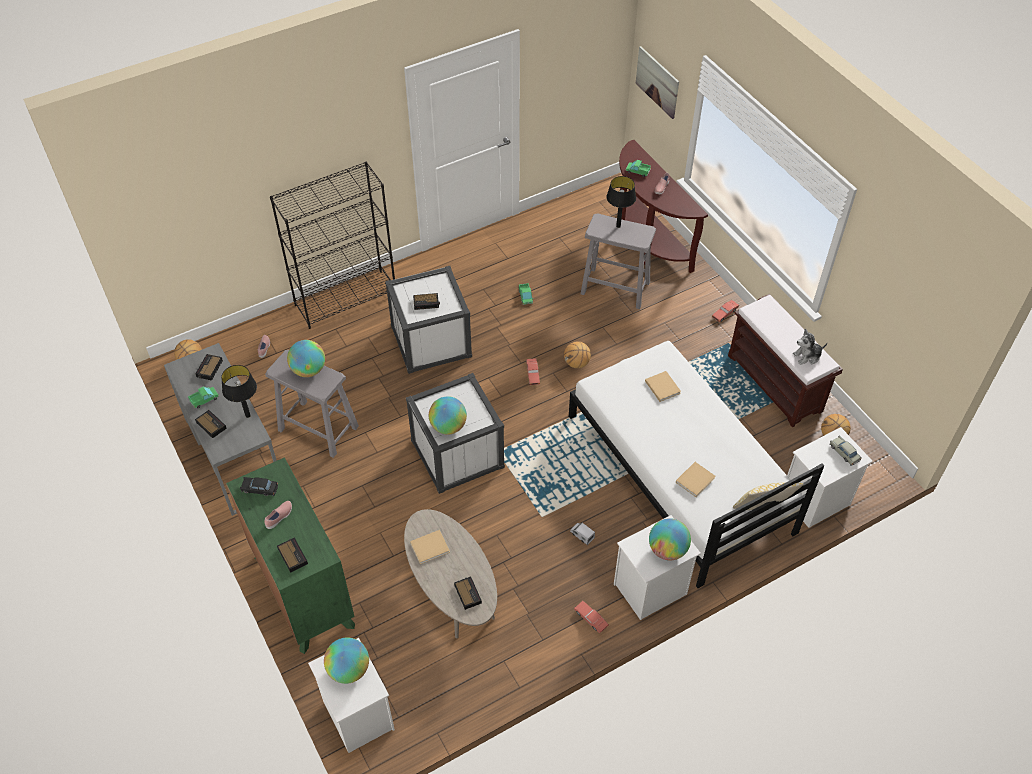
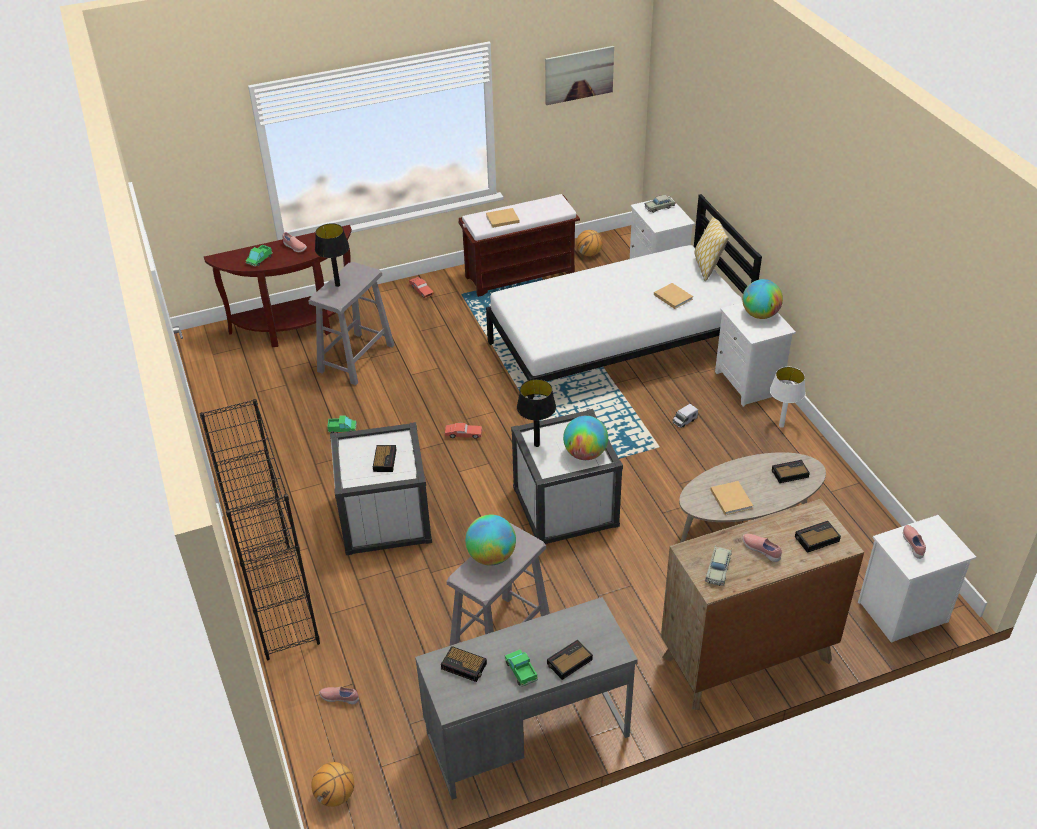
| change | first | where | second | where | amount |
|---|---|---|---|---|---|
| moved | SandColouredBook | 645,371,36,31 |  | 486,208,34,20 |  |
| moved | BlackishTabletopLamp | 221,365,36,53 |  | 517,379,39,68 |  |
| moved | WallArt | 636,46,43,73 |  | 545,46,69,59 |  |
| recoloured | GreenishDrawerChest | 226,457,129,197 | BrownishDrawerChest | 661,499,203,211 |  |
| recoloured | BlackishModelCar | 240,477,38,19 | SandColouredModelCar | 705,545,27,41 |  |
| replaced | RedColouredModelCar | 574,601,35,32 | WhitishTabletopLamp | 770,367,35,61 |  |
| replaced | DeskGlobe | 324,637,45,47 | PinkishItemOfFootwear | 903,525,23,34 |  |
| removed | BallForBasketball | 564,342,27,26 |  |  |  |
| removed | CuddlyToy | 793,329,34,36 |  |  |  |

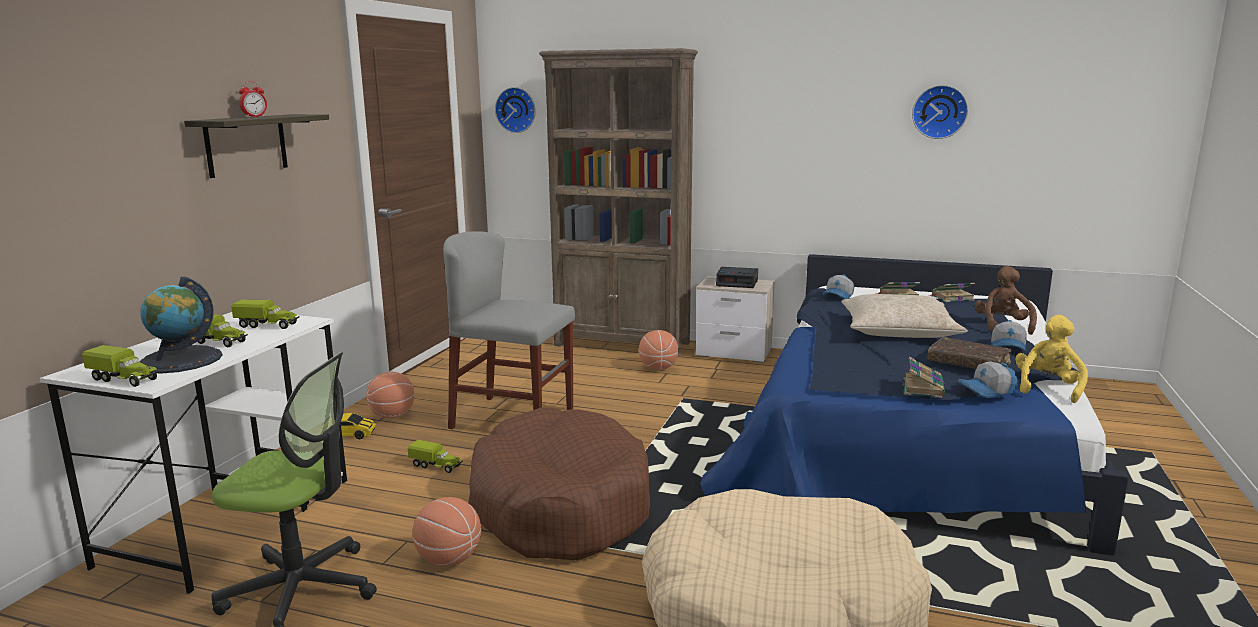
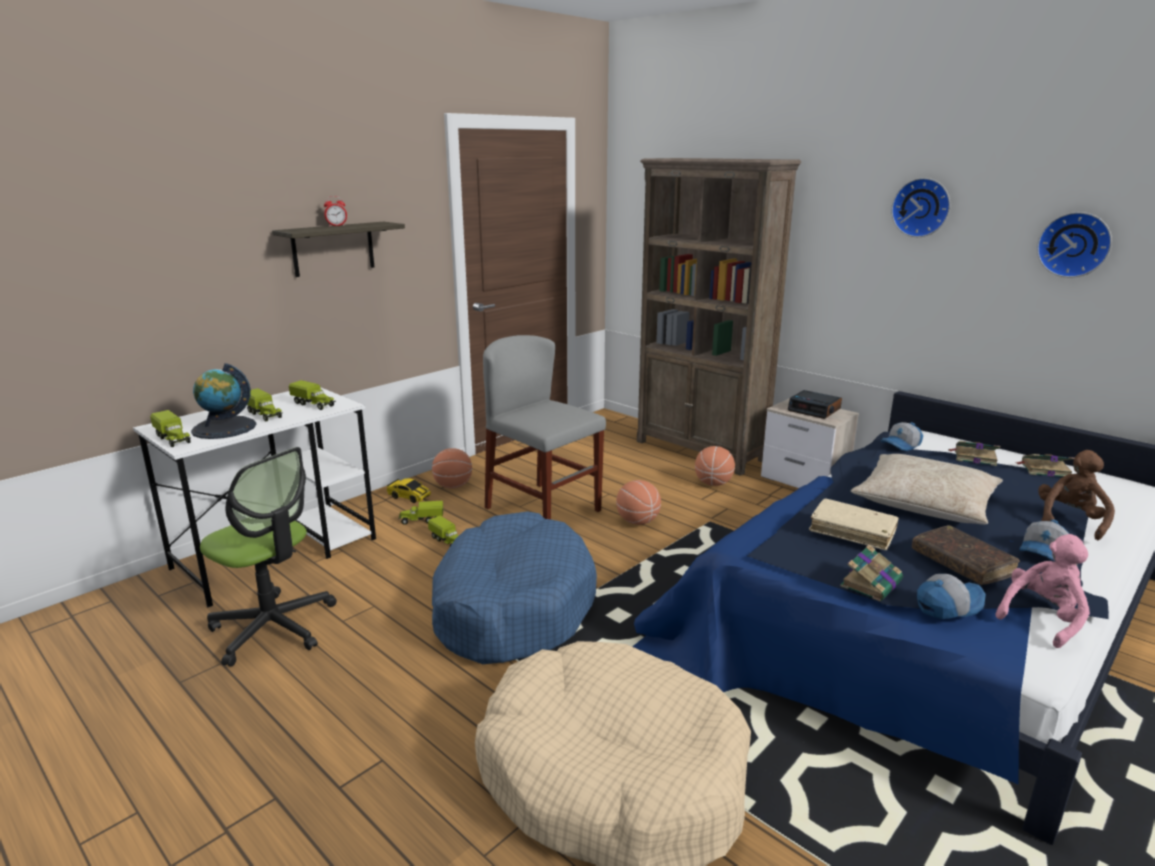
| change | first | where | second | where | amount |
|---|---|---|---|---|---|
| added |  |  | ModelTruck | 398,501,45,24 |  |
| recoloured | BrownishPetBed | 468,407,182,153 | BluishPetBed | 432,511,165,153 |  |
| moved | BallForBasketball | 412,497,69,69 |  | 616,480,45,45 |  |
| added |  |  | SandColouredBook | 809,499,90,51 |  |
| moved | HangingClock | 495,87,40,46 |  | 891,178,59,59 |  |
| turned | BaseballCap | 958,362,60,36 |  | 917,574,69,45 | 150 degrees clockwise |
| recoloured | YellowColouredCuddlyToy | 1015,315,73,88 | PinkishCuddlyToy | 995,534,95,114 |  |

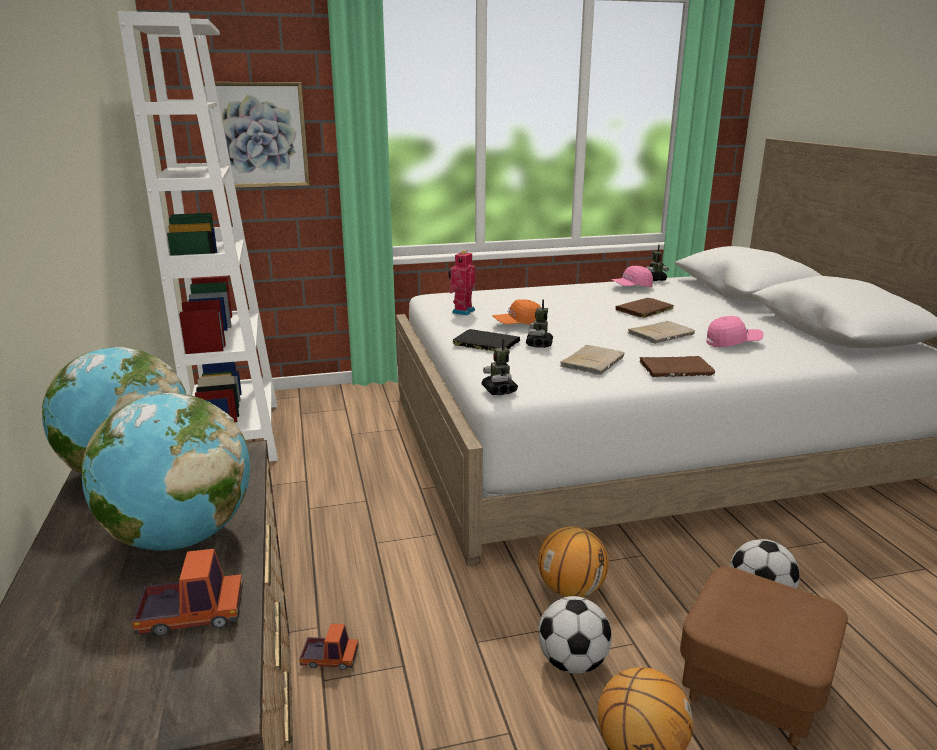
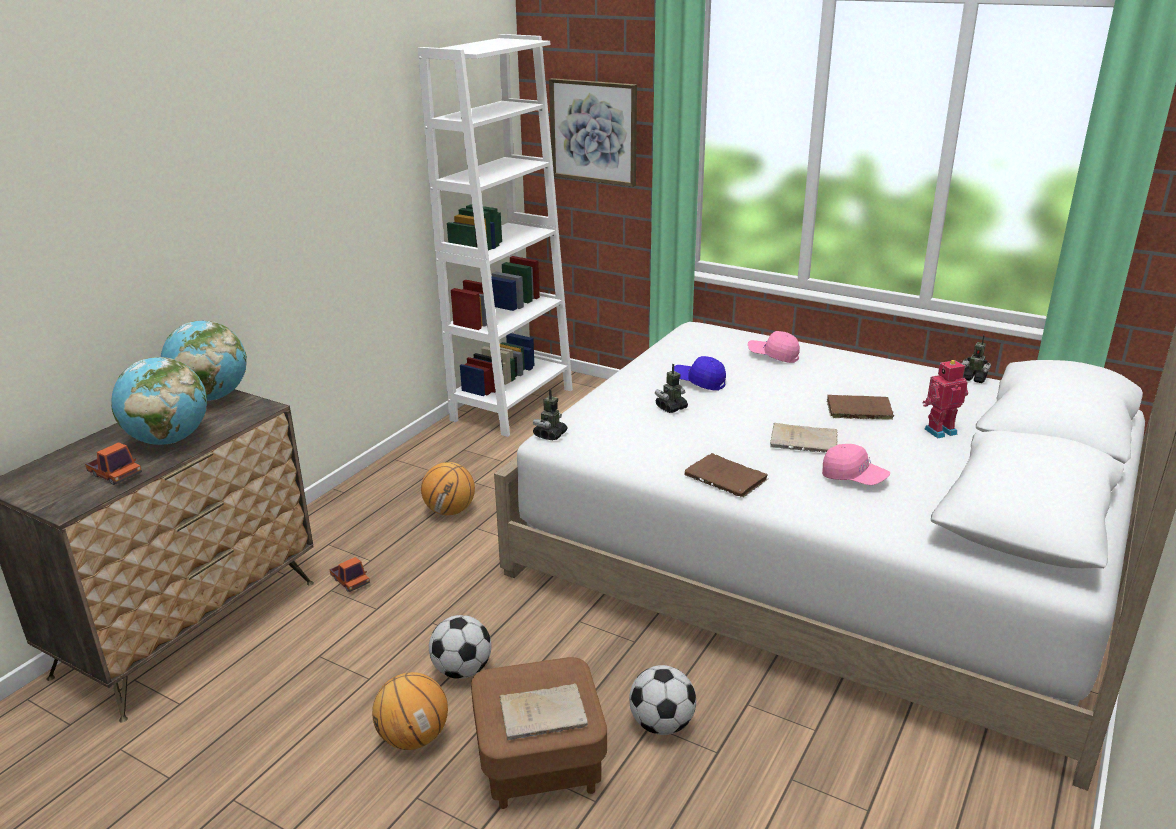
| change | first | where | second | where | amount |
|---|---|---|---|---|---|
| moved | BallForBasketball | 538,526,71,71 |  | 421,462,54,53 |  |
| moved | SandColouredBook | 560,345,65,30 |  | 499,683,89,57 |  |
| recoloured | OrangeColouredBaseballCap | 493,299,48,26 | BluishBaseballCap | 674,356,52,34 |  |
| moved | PinkishBaseballCap | 611,266,42,21 |  | 748,331,52,32 |  |
| moved | ModelRobot | 448,250,27,65 |  | 923,360,45,78 |  |
| removed | BlackishBook | 453,329,67,22 |  |  |  |

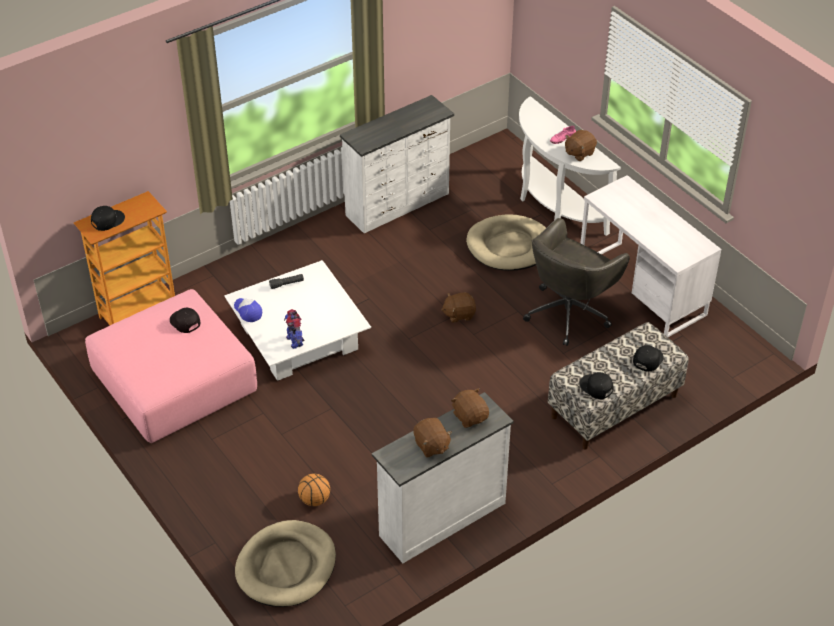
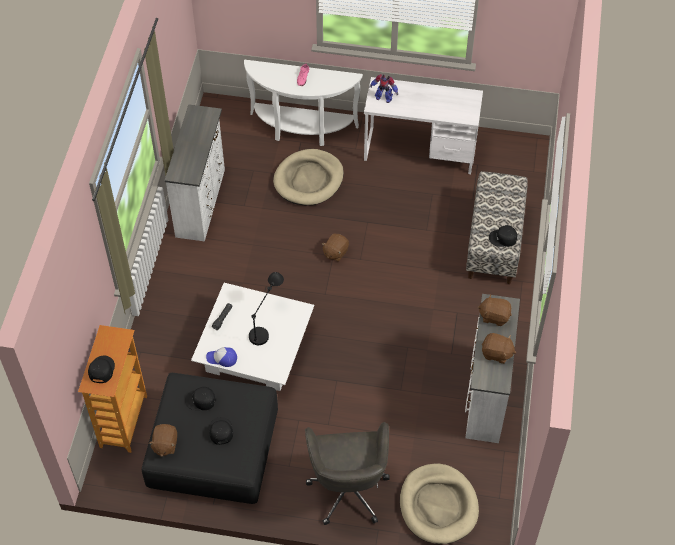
| change | first | where | second | where | amount |
|---|---|---|---|---|---|
| recoloured | PinkishPouffe | 85,289,172,154 | BlackishPouffe | 142,373,136,131 |  |
| moved | BrownishCuddlyToy | 565,130,32,31 |  | 149,424,28,33 |  |
| moved | BlackishBaseballCap | 633,345,31,27 |  | 209,417,24,28 |  |
| added |  |  | BlackishTabletopLamp | 249,272,35,73 |  |
| moved | GreyishComputerChair | 523,218,107,128 |  | 305,422,85,103 |  |
| moved | ModelRobot | 284,309,20,40 |  | 369,74,29,29 |  |
| removed | BallForBasketball | 298,474,32,32 |  |  |  |

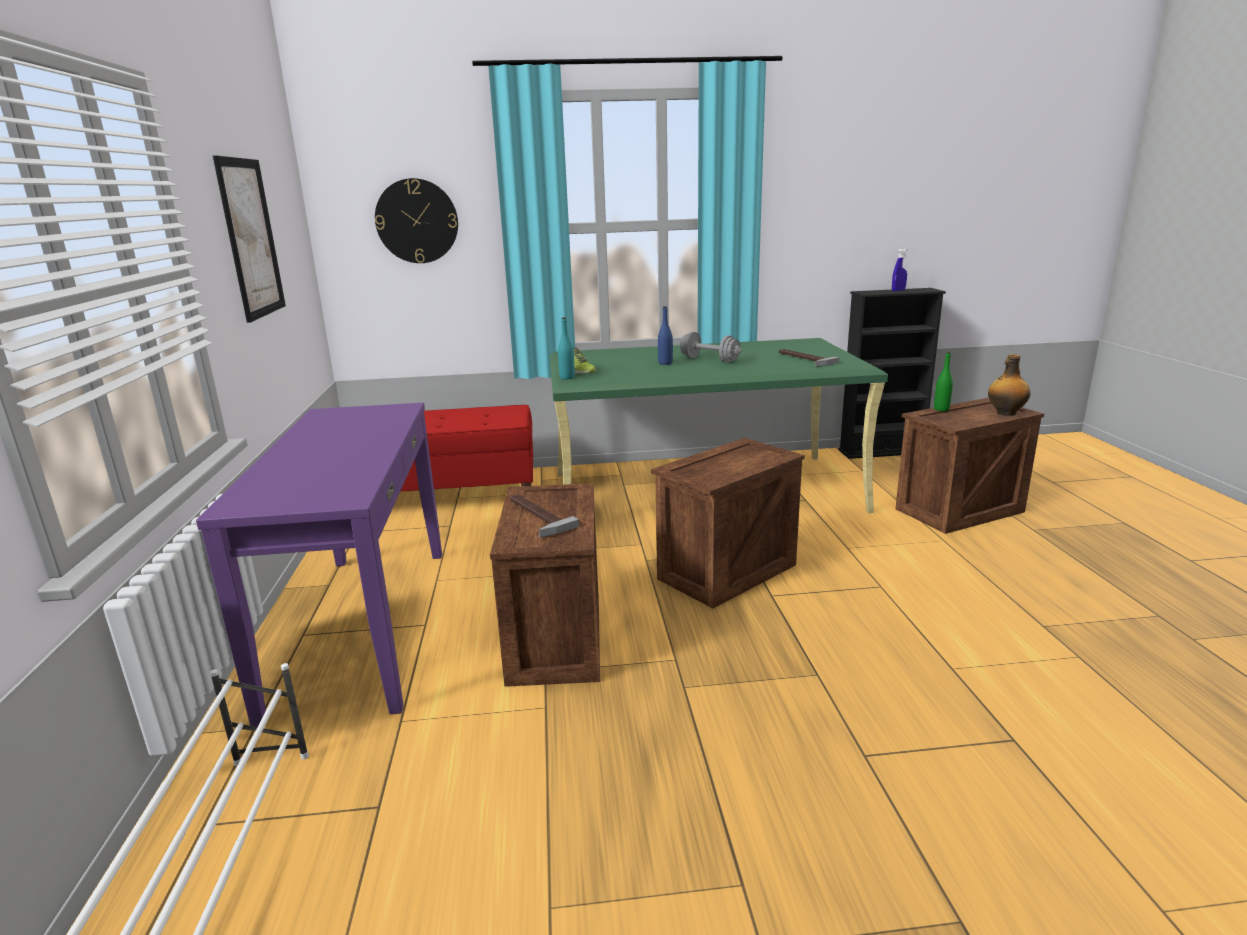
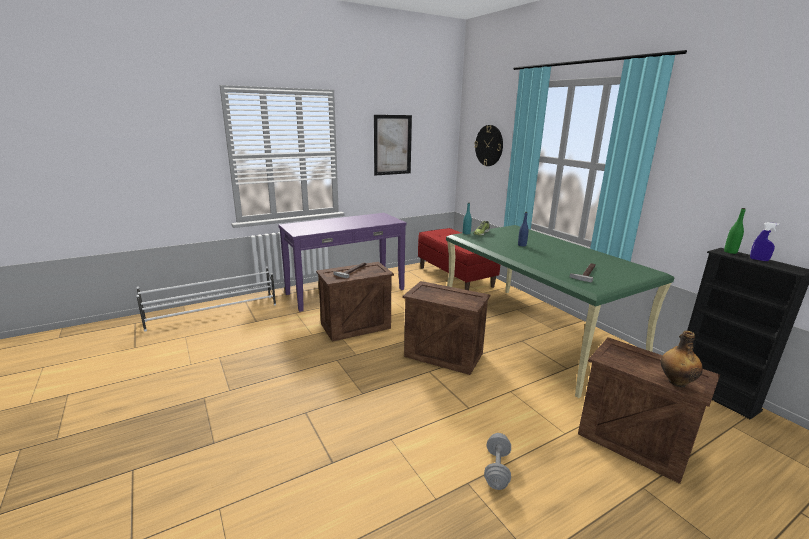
| change | first | where | second | where | amount |
|---|---|---|---|---|---|
| moved | GreyishFreeWeight | 680,332,62,31 |  | 484,433,27,57 |  |
| moved | GreenishBottle | 934,352,19,59 |  | 724,208,22,46 |  |

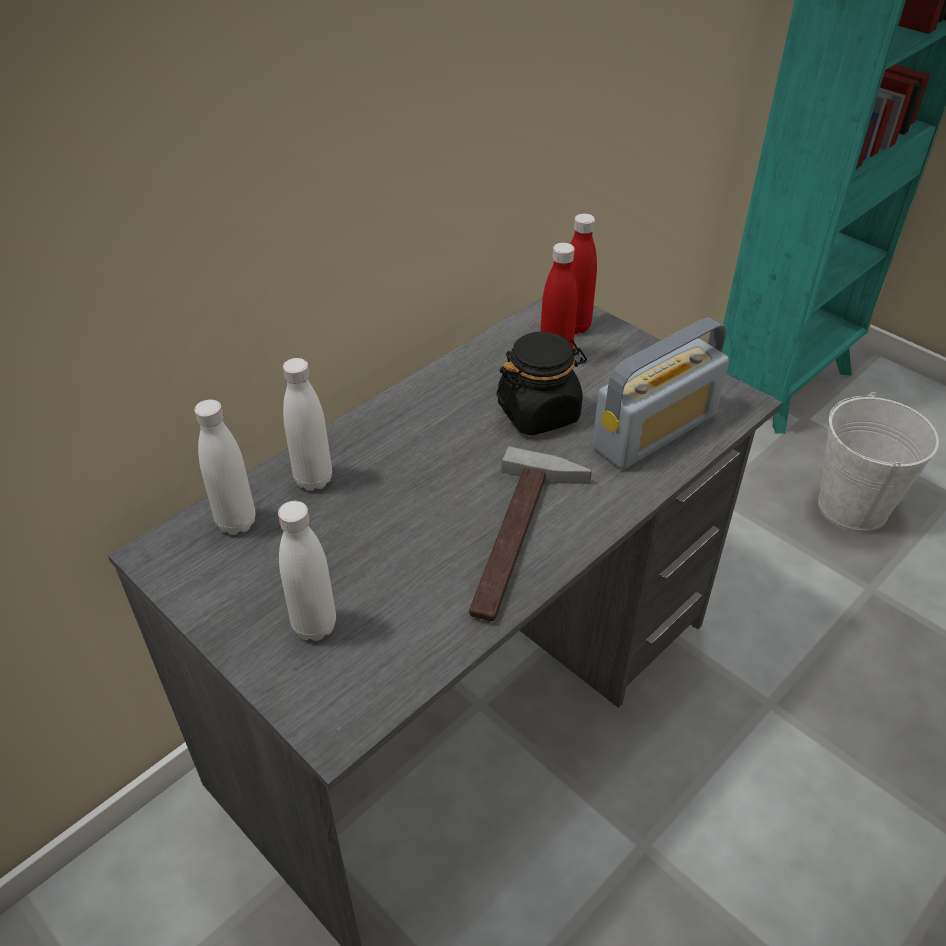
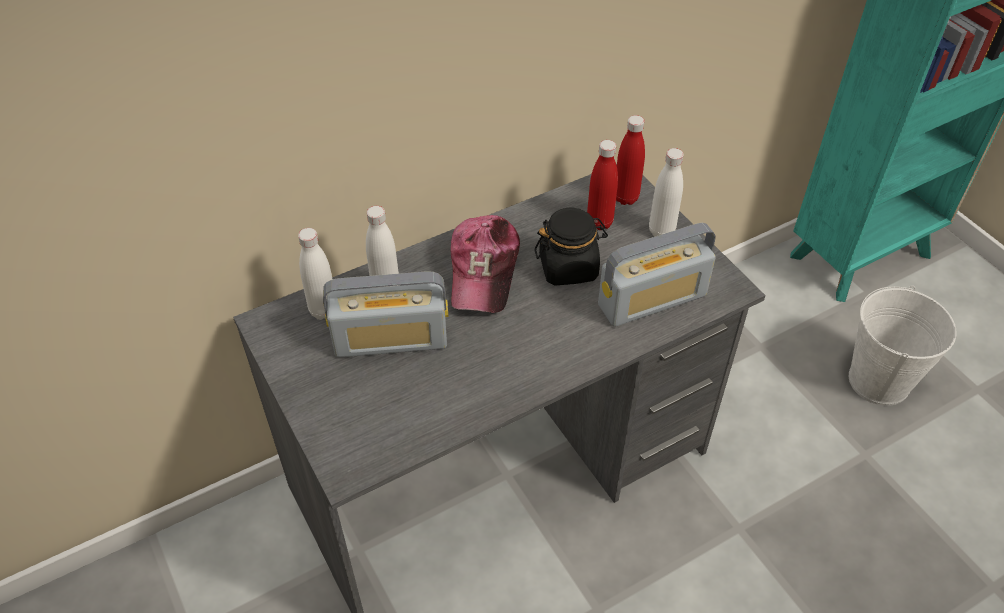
| change | first | where | second | where | amount |
|---|---|---|---|---|---|
| added |  |  | RadioReceiver | 323,272,126,86 |  |
| added |  |  | BaseballCap | 451,215,69,98 |  |
| moved | WhitishBottle | 278,501,58,140 |  | 649,148,35,89 |  |
| removed | HandHammer | 469,446,123,175 |  |  |  |

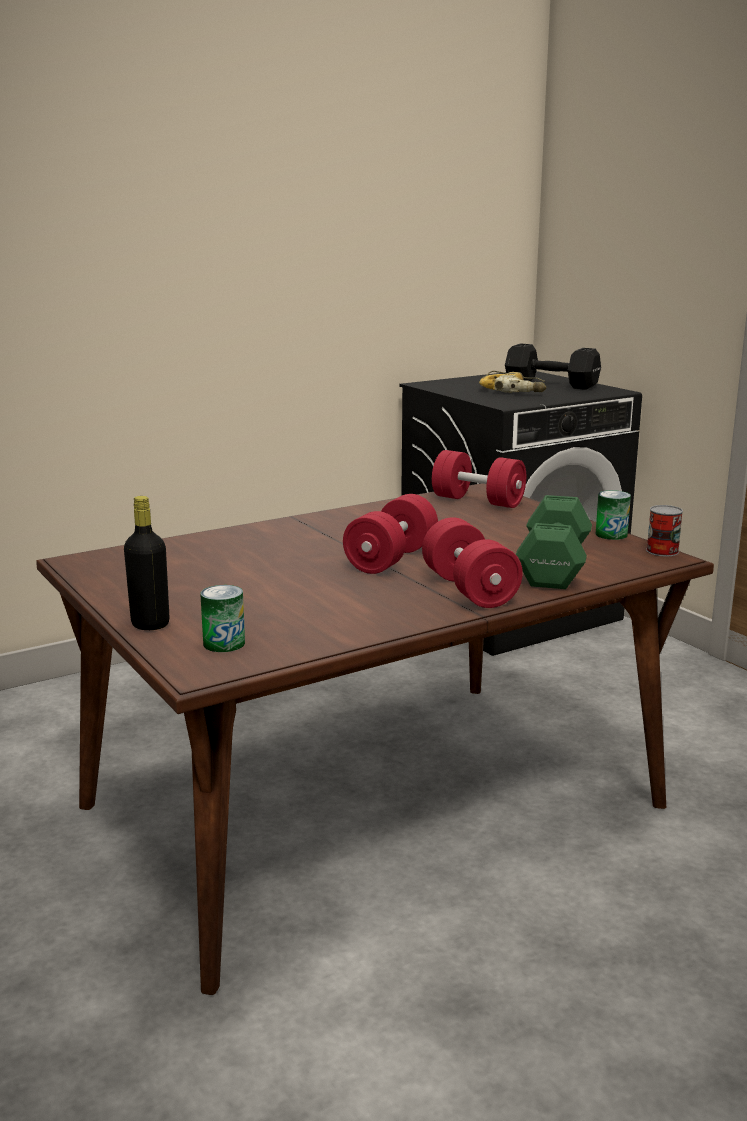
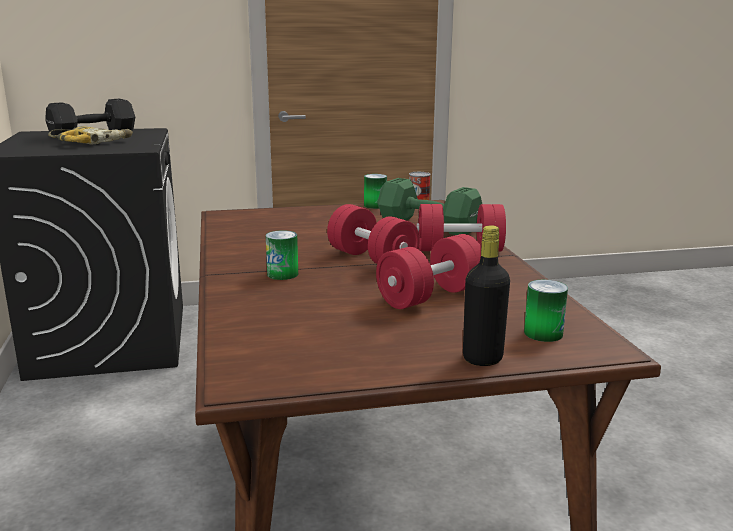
| change | first | where | second | where | amount |
|---|---|---|---|---|---|
| added |  |  | SealedCan | 266,230,32,50 |  |
| moved | RedColouredFreeWeight | 432,450,94,58 |  | 376,234,105,75 |  |

